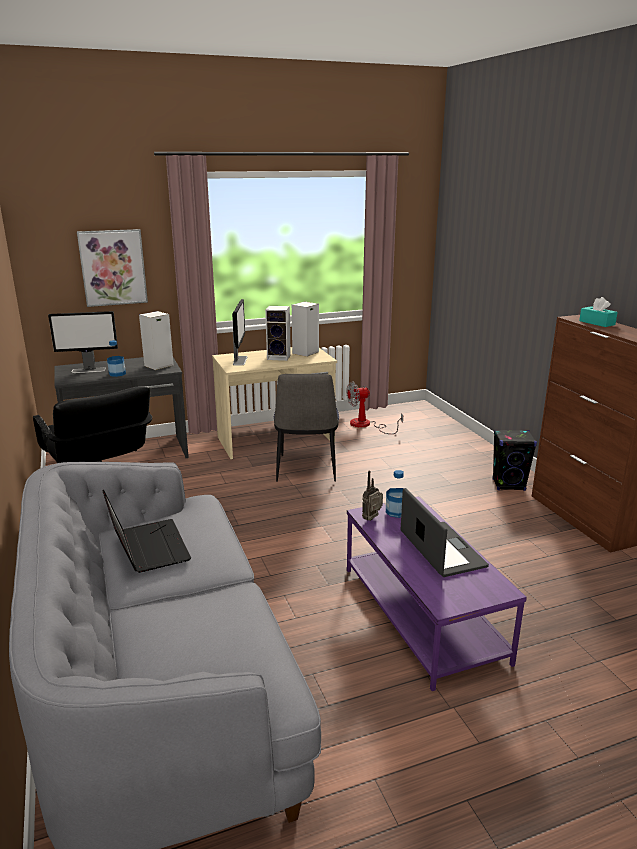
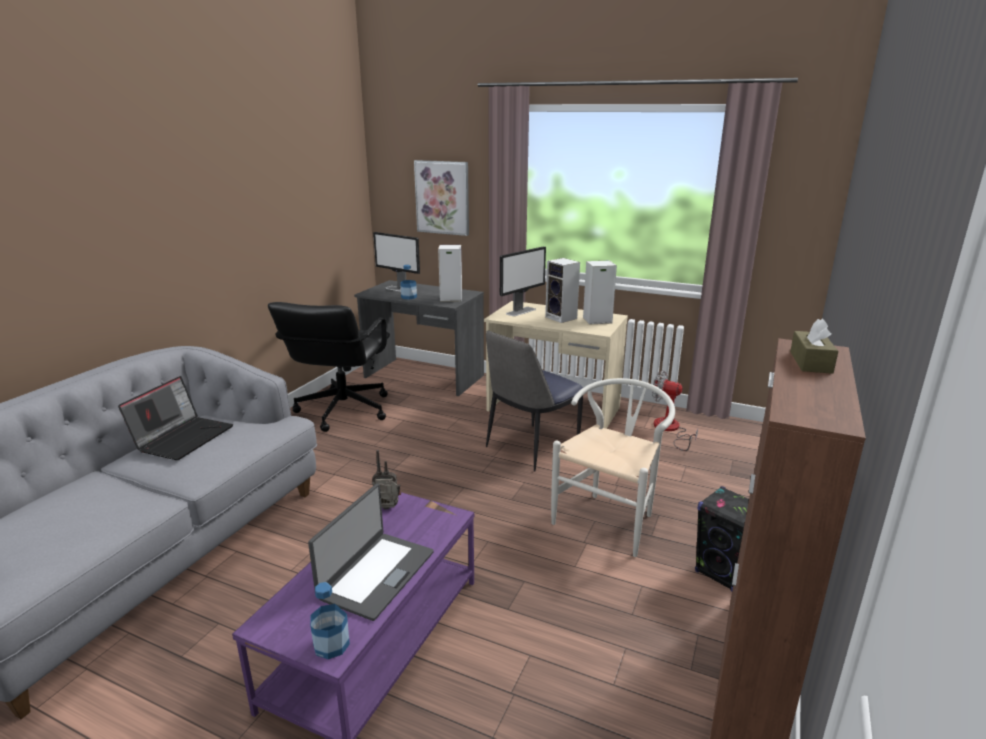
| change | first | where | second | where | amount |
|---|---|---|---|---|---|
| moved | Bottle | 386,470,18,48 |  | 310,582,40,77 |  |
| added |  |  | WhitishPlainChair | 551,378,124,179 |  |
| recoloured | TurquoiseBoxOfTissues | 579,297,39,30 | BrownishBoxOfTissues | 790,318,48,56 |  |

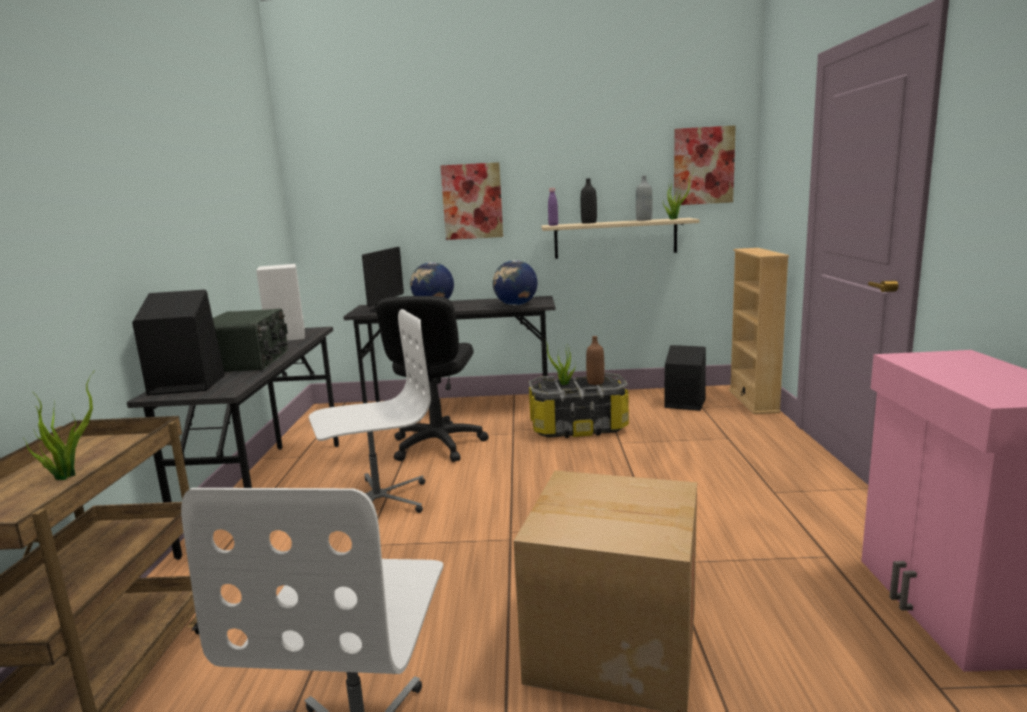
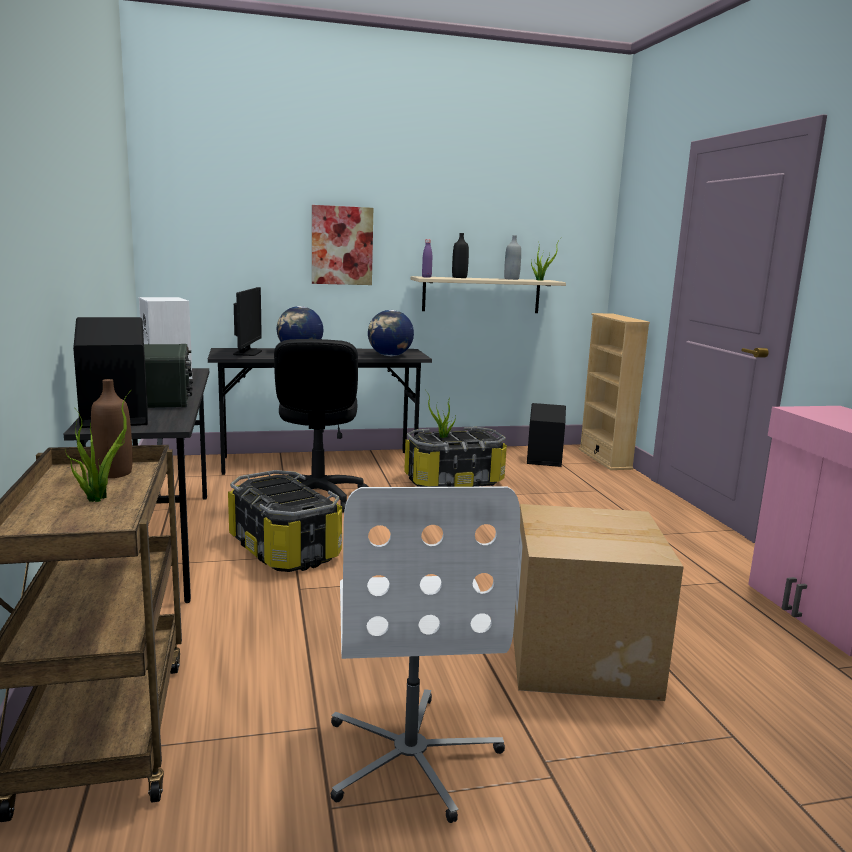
| change | first | where | second | where | amount |
|---|---|---|---|---|---|
| moved | BrownishBottle | 586,336,18,49 |  | 91,379,42,99 |  |
| replaced | WhitishComputerChair | 309,309,122,204 | StorageBox | 228,470,114,102 |  |
| removed | WallArt | 674,126,62,79 |  |  |  |

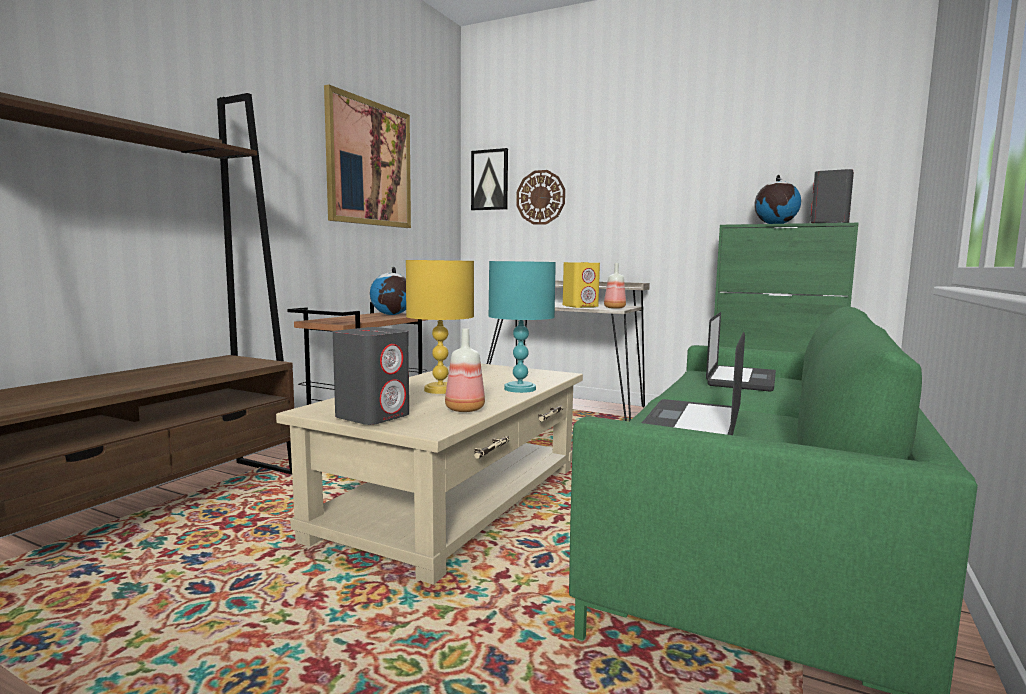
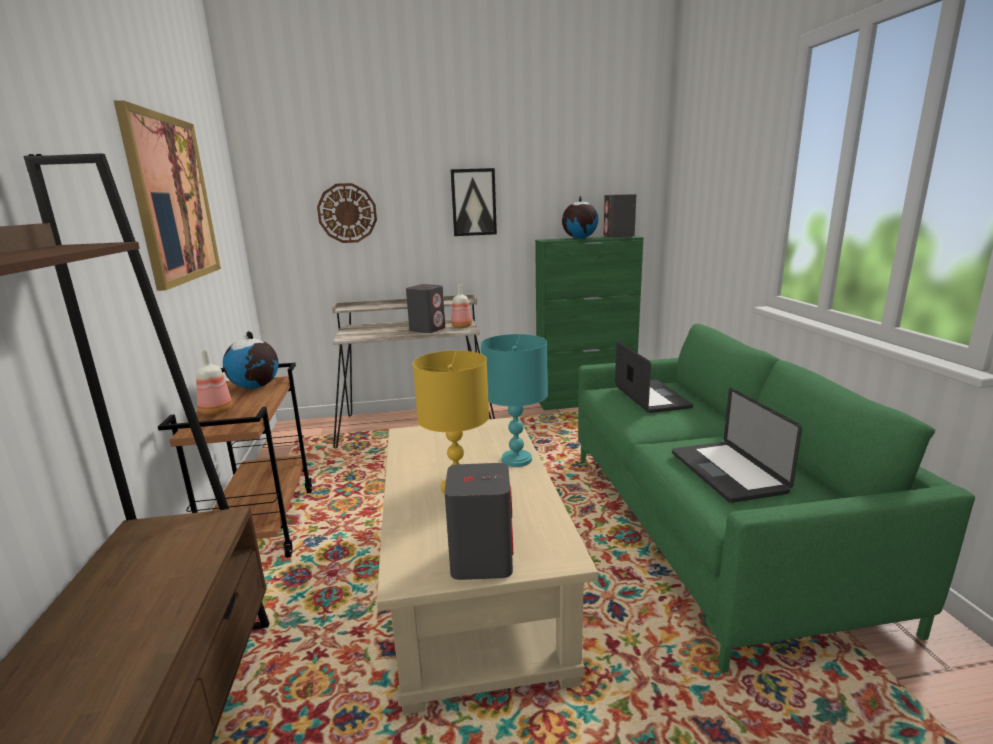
| change | first | where | second | where | amount |
|---|---|---|---|---|---|
| moved | Bottle | 445,328,40,84 |  | 196,350,36,65 |  |
| recoloured | YellowColouredSpeaker | 563,262,37,46 | GreyishSpeaker | 406,284,39,49 |  |
| moved | WallArt | 471,148,37,62 |  | 450,168,47,68 |  |

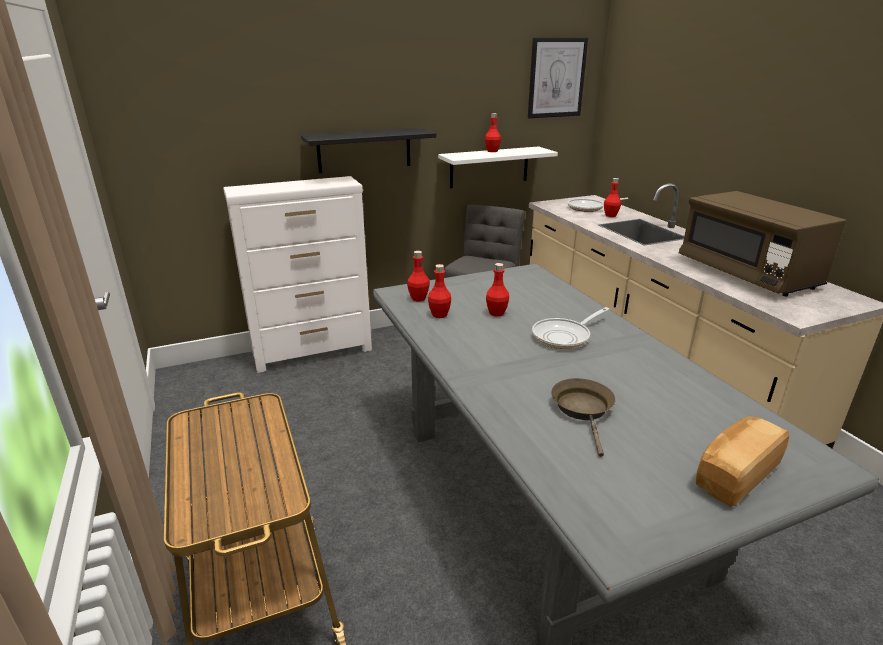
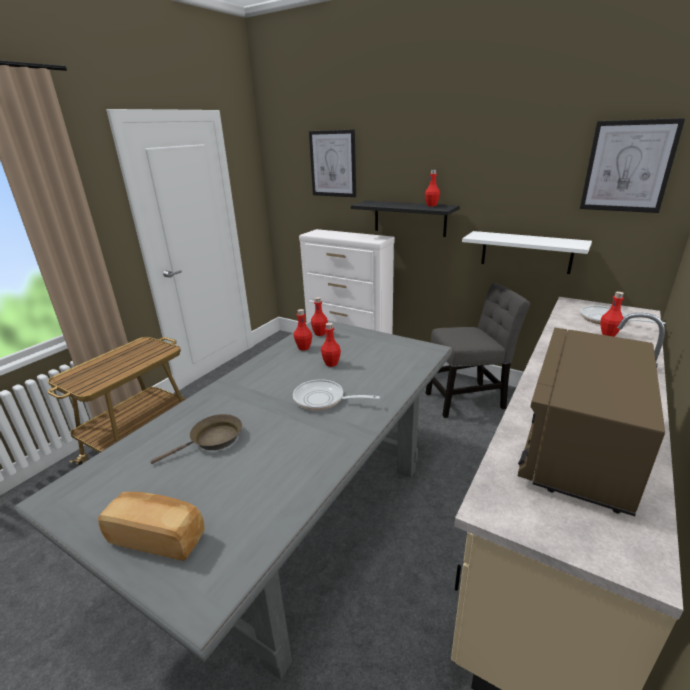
| change | first | where | second | where | amount |
|---|---|---|---|---|---|
| added |  |  | WallArt | 309,130,47,67 |  |
| moved | RedColouredBottle | 485,113,16,39 |  | 425,170,15,36 |  |

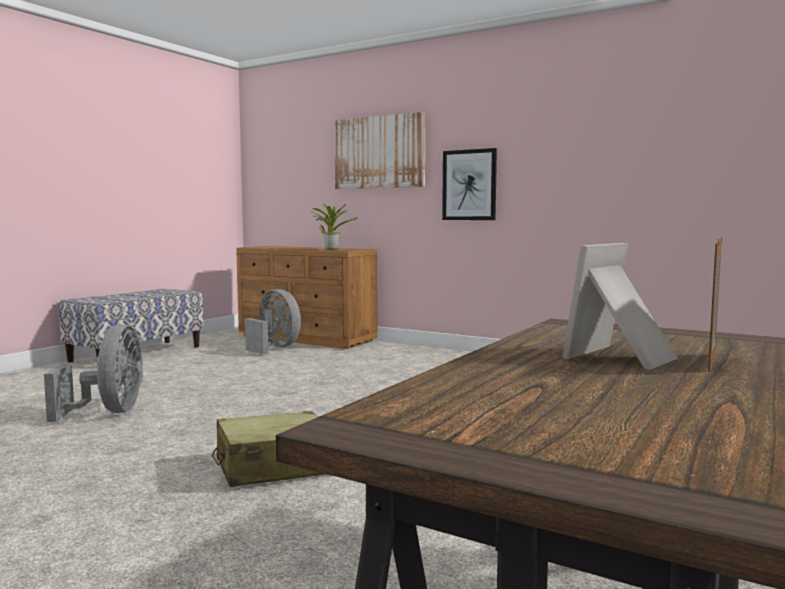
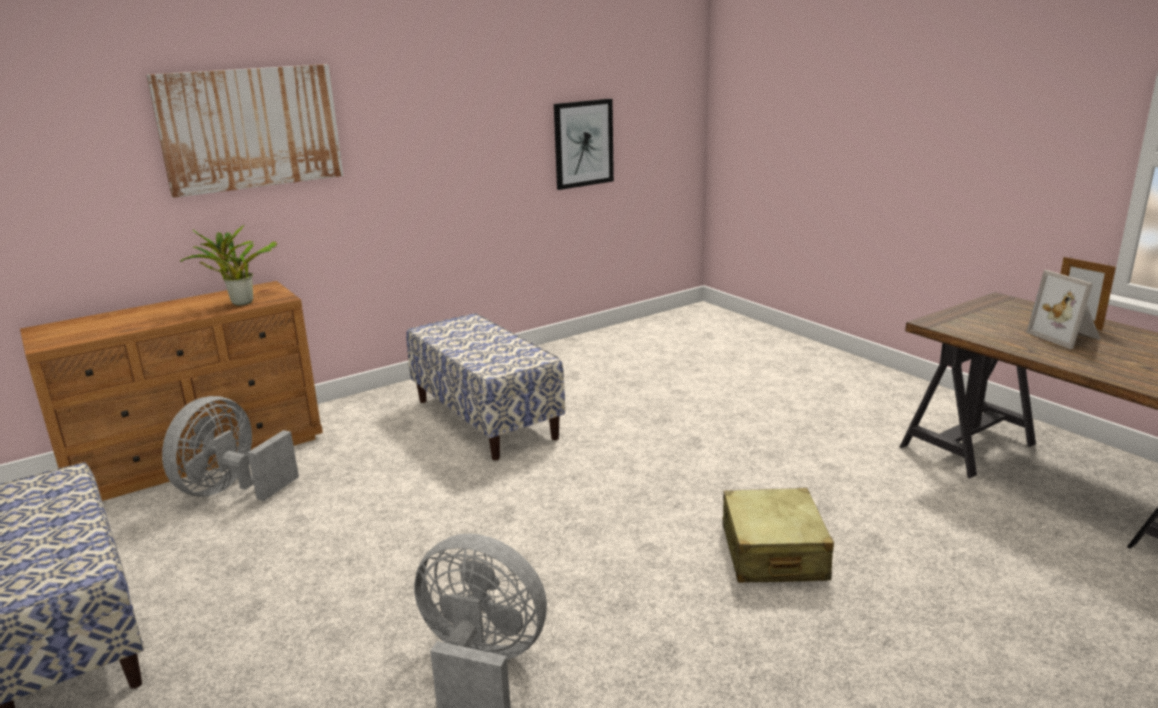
| change | first | where | second | where | amount |
|---|---|---|---|---|---|
| turned | GreyishFan | 245,289,56,65 |  | 162,396,137,105 | 45 degrees counterclockwise |
| added |  |  | Bench | 406,313,159,147 |  |
| moved | WallArt | 442,148,55,72 |  | 554,99,60,91 |  |

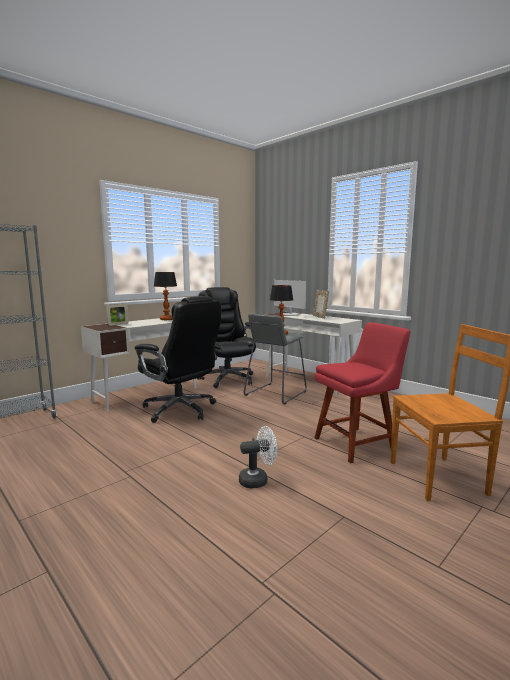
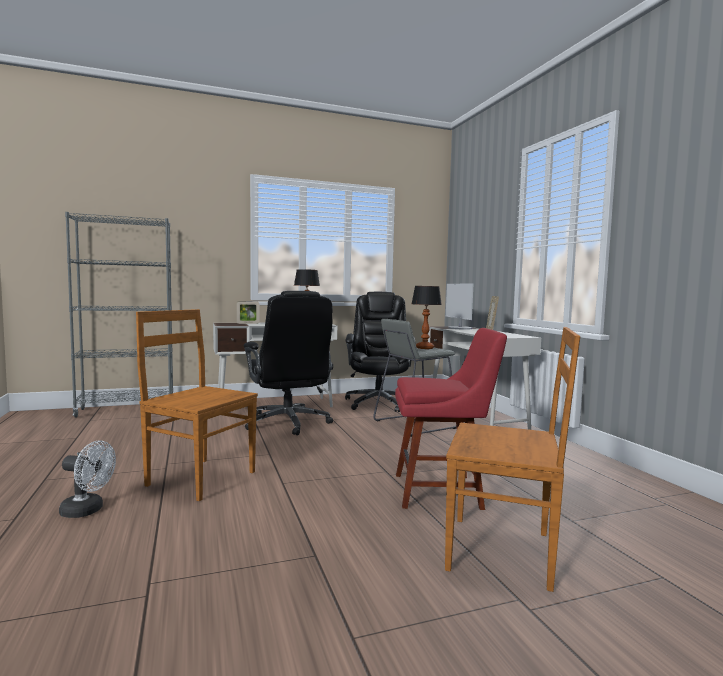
| change | first | where | second | where | amount |
|---|---|---|---|---|---|
| moved | WhitishFan | 239,426,38,63 |  | 59,441,57,77 |  |
| added |  |  | BrownishPlainChair | 136,309,122,192 |  |

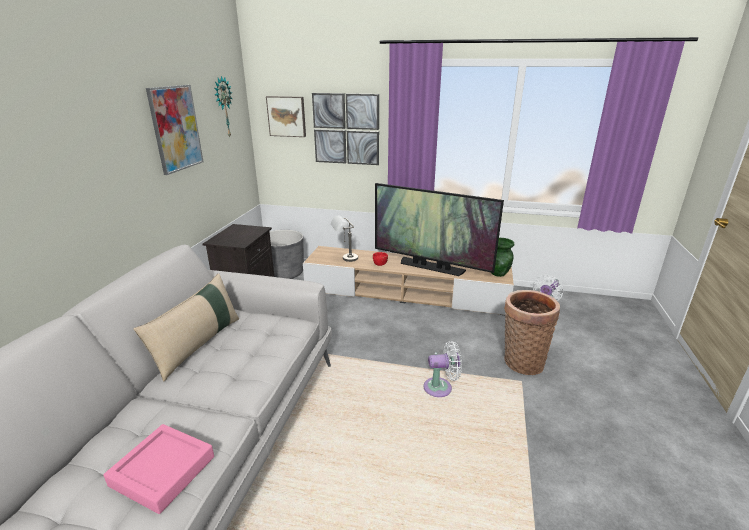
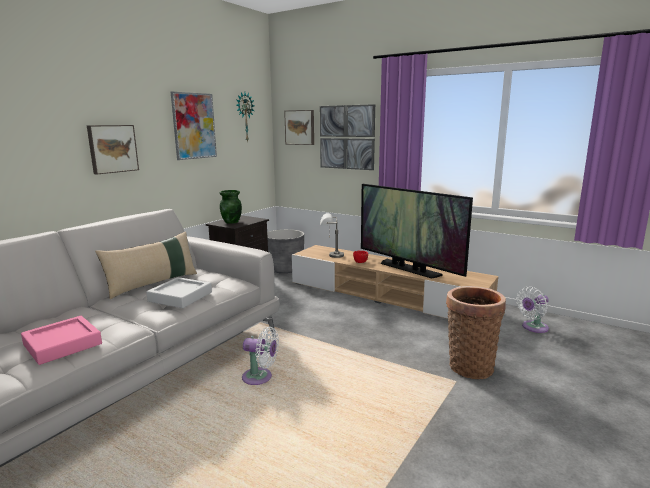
| change | first | where | second | where | amount |
|---|---|---|---|---|---|
| added |  |  | WallArt | 87,125,52,49 |  |
| added |  |  | GreyishTray | 146,277,66,31 |  |
| moved | GreenishDecorativeVase | 492,238,22,39 |  | 220,190,22,34 |  |
| moved | WhitishFan | 424,341,38,56 |  | 242,327,37,58 |  |

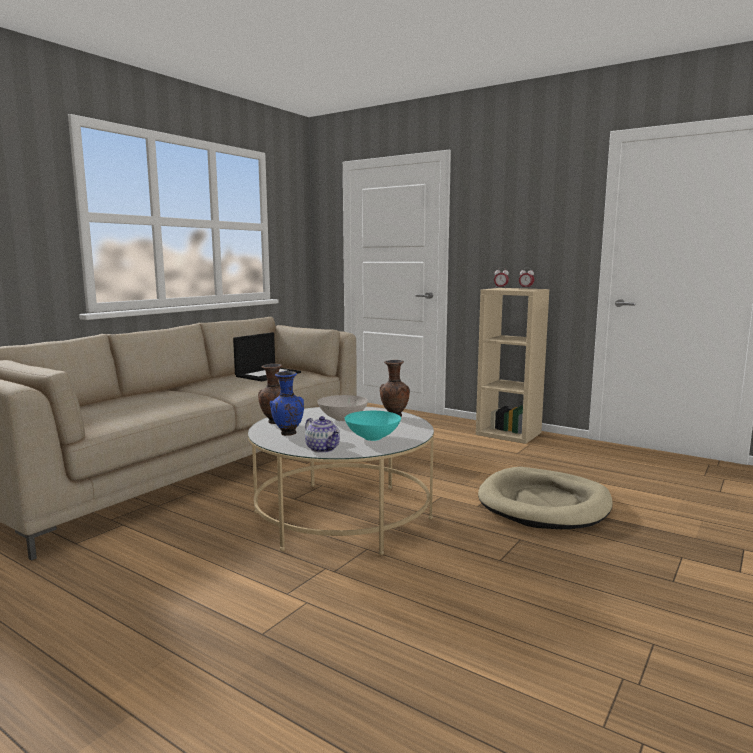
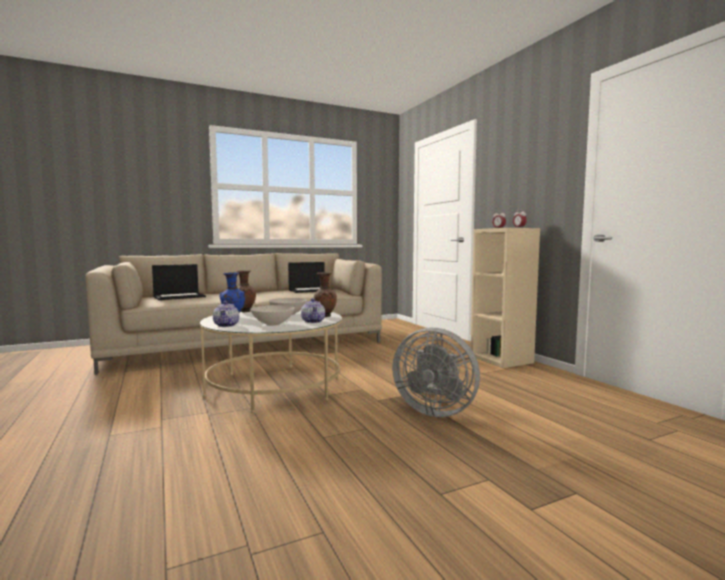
| change | first | where | second | where | amount |
|---|---|---|---|---|---|
| added |  |  | NotebookComputer | 152,264,54,36 |  |
| recoloured | TurquoiseBowl | 345,411,56,30 | WhitishBowl | 250,305,45,21 |  |
| added |  |  | TeaPot | 301,298,24,25 |  |
| replaced | SandColouredPetBed | 478,467,135,62 | GreyishFan | 392,328,88,89 |  |

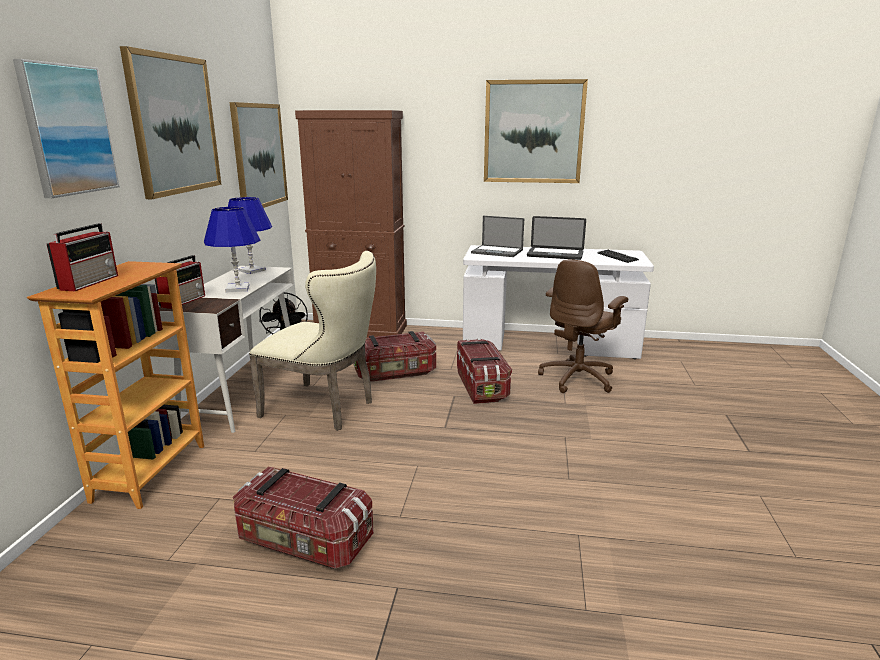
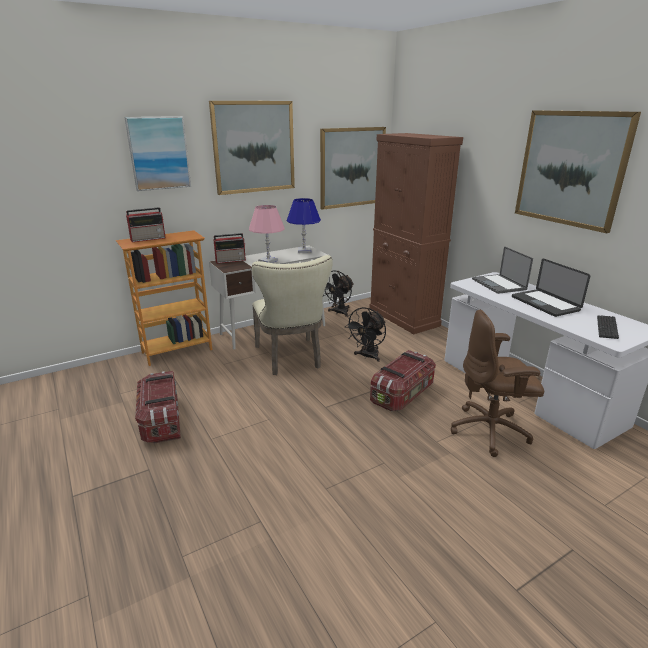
| change | first | where | second | where | amount |
|---|---|---|---|---|---|
| recoloured | BluishTabletopLamp | 204,207,56,85 | PinkishTabletopLamp | 249,205,36,58 |  |
| replaced | StorageBox | 353,331,83,51 | BlackishFan | 345,307,41,55 |  |

